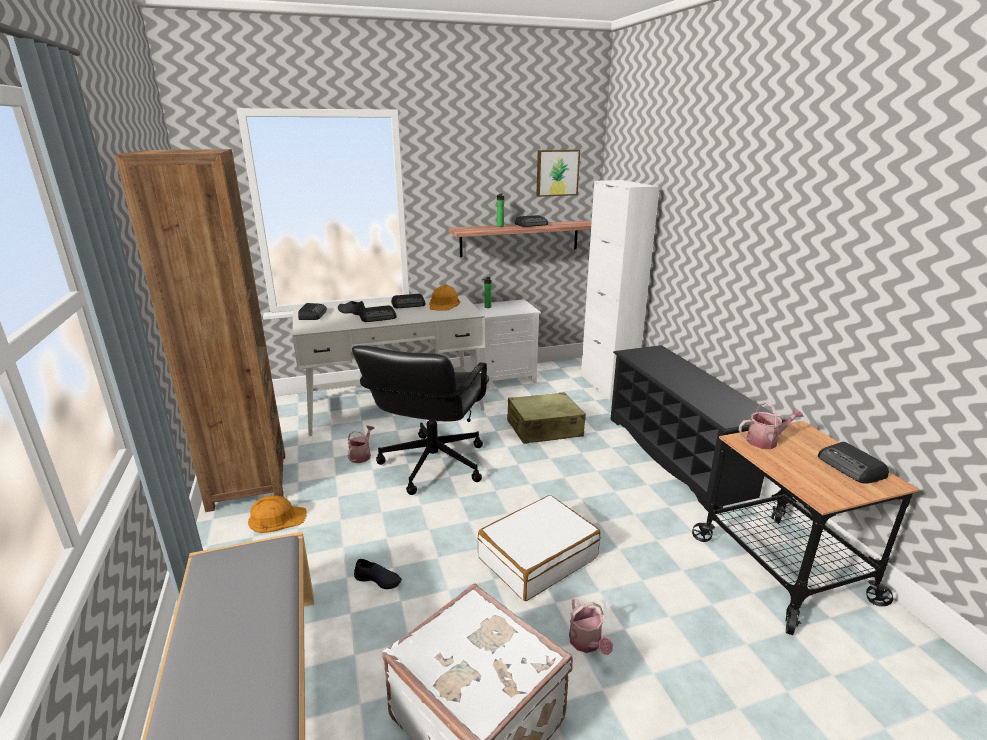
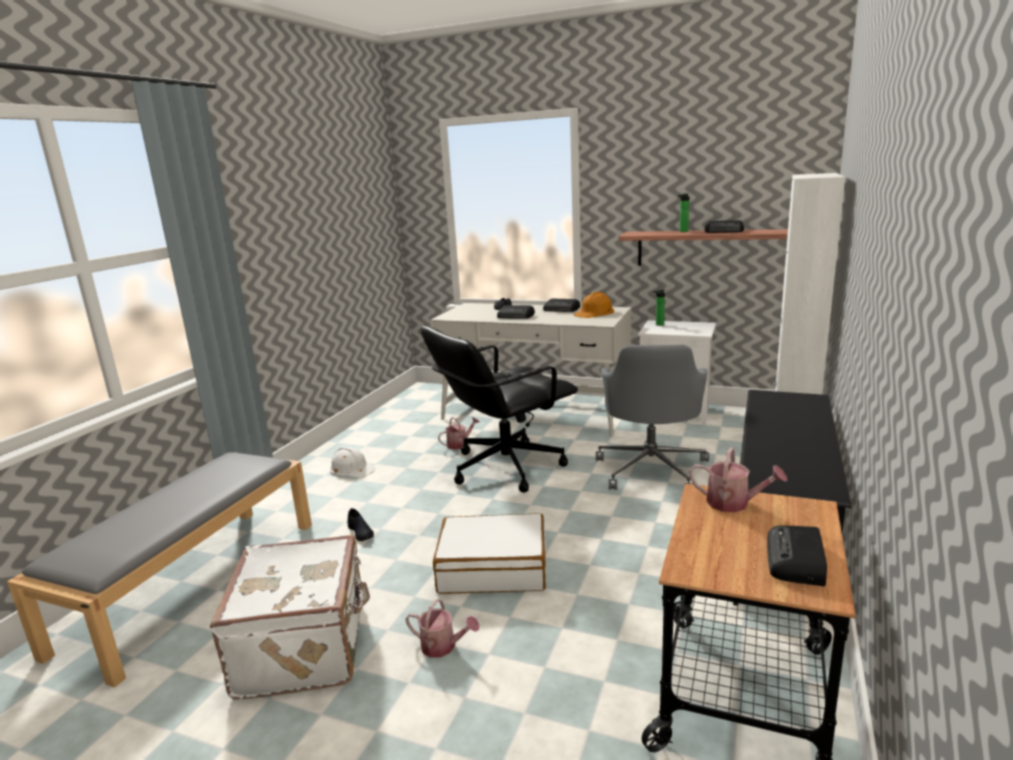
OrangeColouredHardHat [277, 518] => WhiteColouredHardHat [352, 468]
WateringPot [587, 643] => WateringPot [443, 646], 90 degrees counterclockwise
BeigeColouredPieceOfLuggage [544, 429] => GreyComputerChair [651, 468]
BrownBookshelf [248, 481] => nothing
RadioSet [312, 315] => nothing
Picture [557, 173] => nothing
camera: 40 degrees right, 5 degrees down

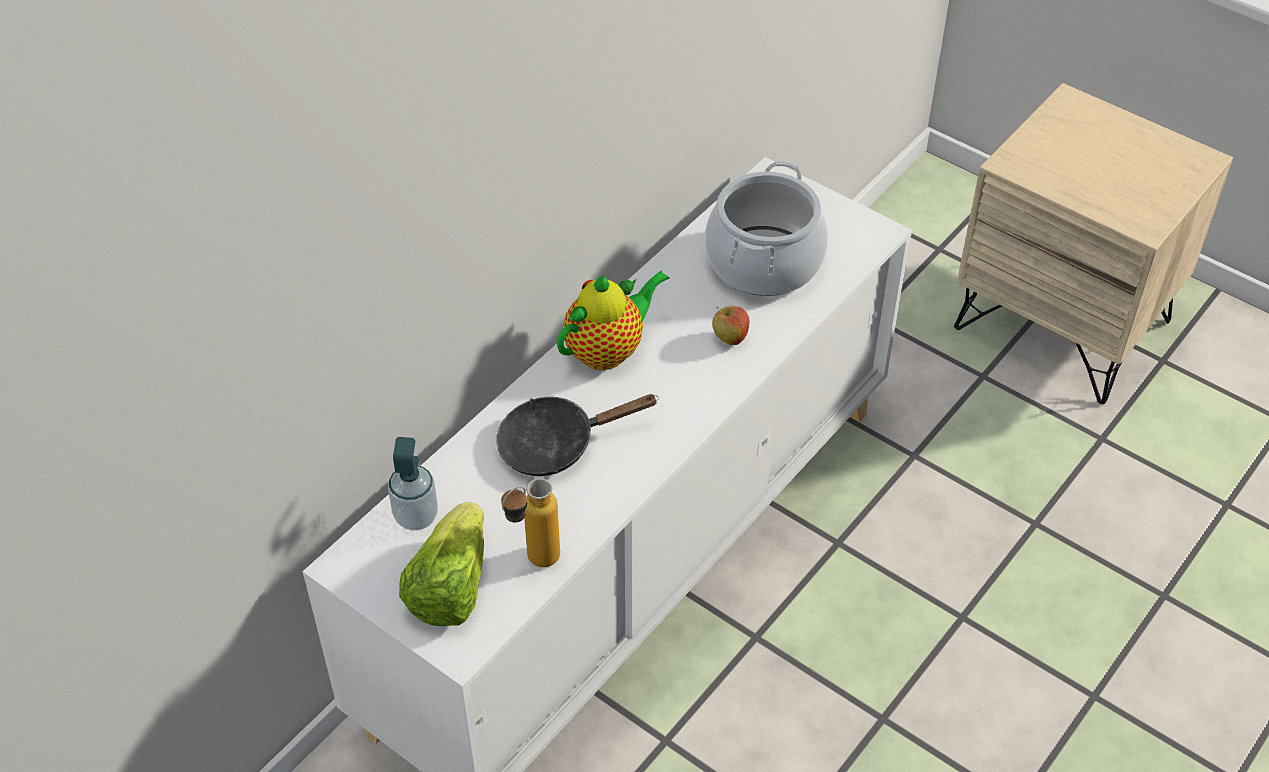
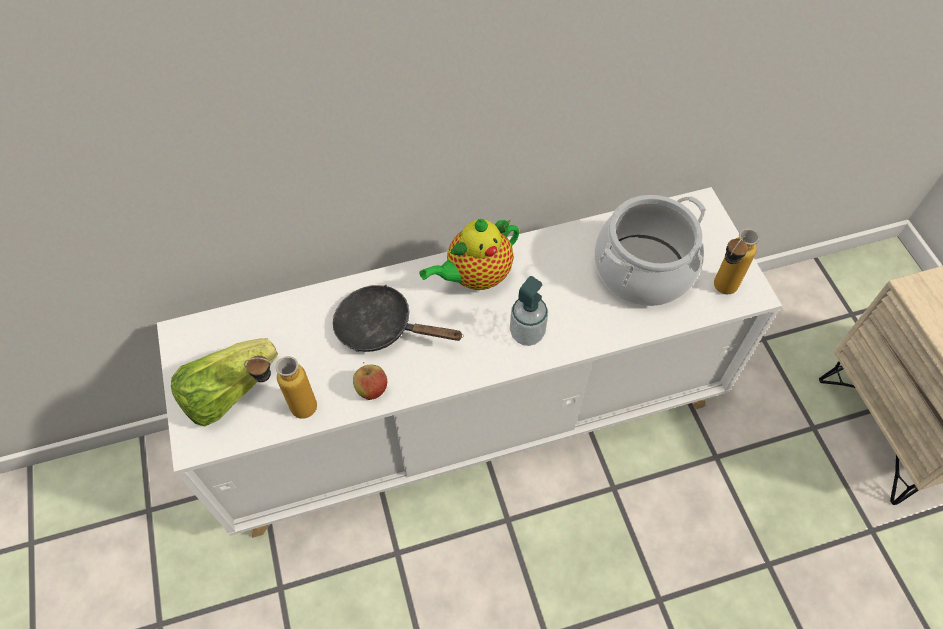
WholeApple [730, 338] => WholeApple [372, 389], relocated
PotForTea [608, 350] => PotForTea [475, 277], 150 degrees clockwise
SoapDispenser [416, 516] => SoapDispenser [527, 333], relocated
nothing => BeverageBottle [719, 291]
camera: 35 degrees right, 10 degrees up

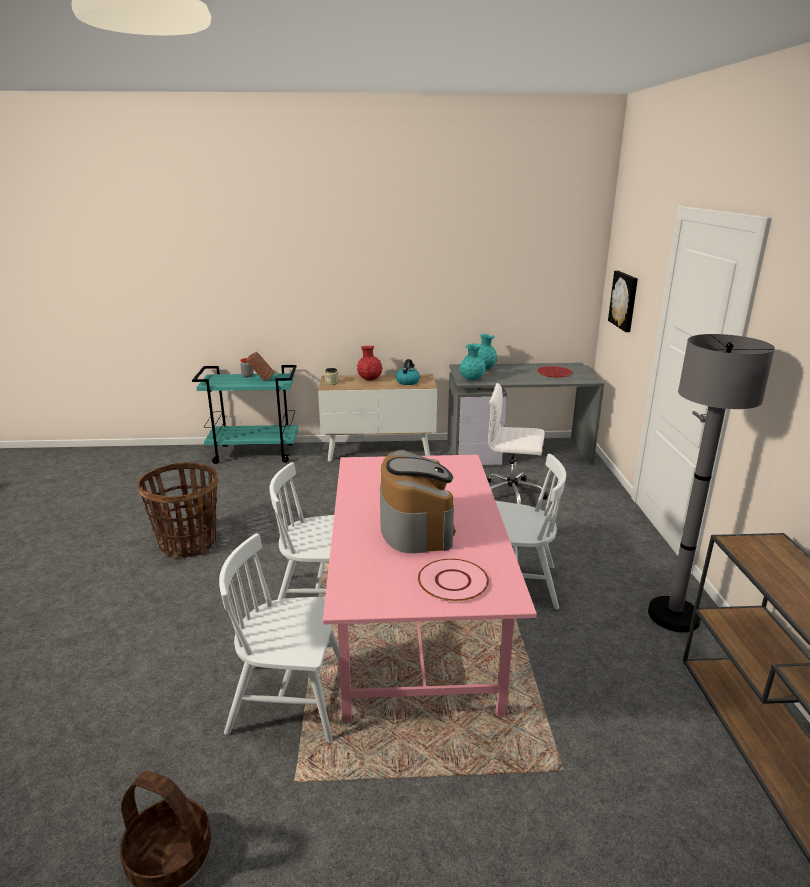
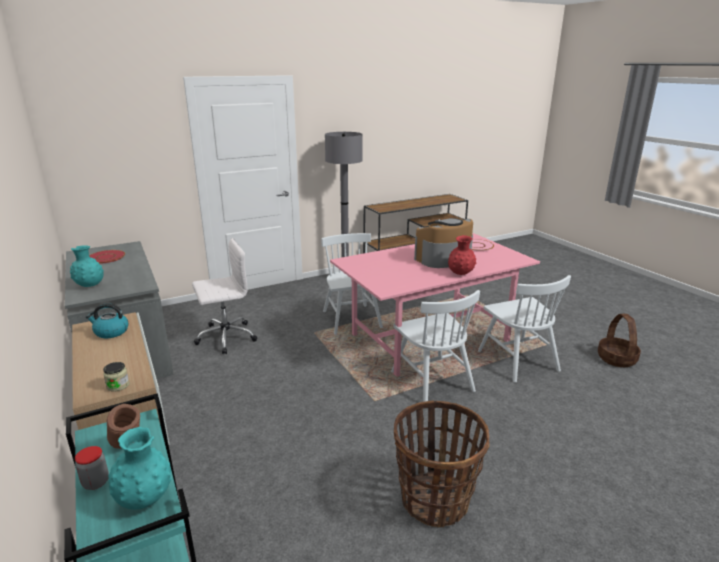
TurquoiseColouredDecorativeVase [472, 380] => TurquoiseColouredDecorativeVase [145, 499], relocated
WhiteColouredComputerChair [512, 495] => WhiteColouredComputerChair [225, 337], 105 degrees counterclockwise
RedDecorativeVase [369, 380] => RedDecorativeVase [460, 273], relocated
Picture [624, 300] => nothing
camera: 115 degrees left, 0 degrees up

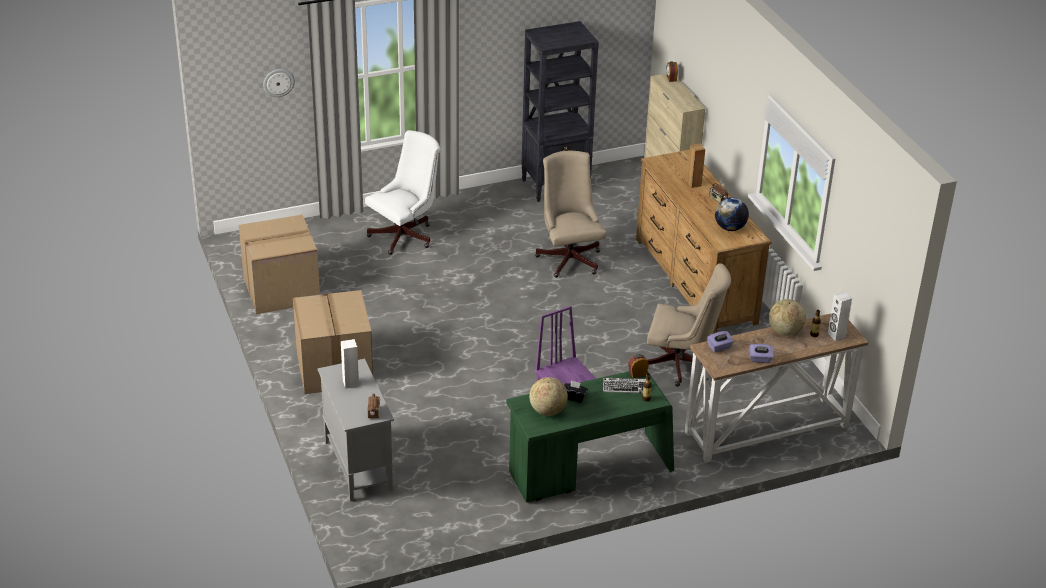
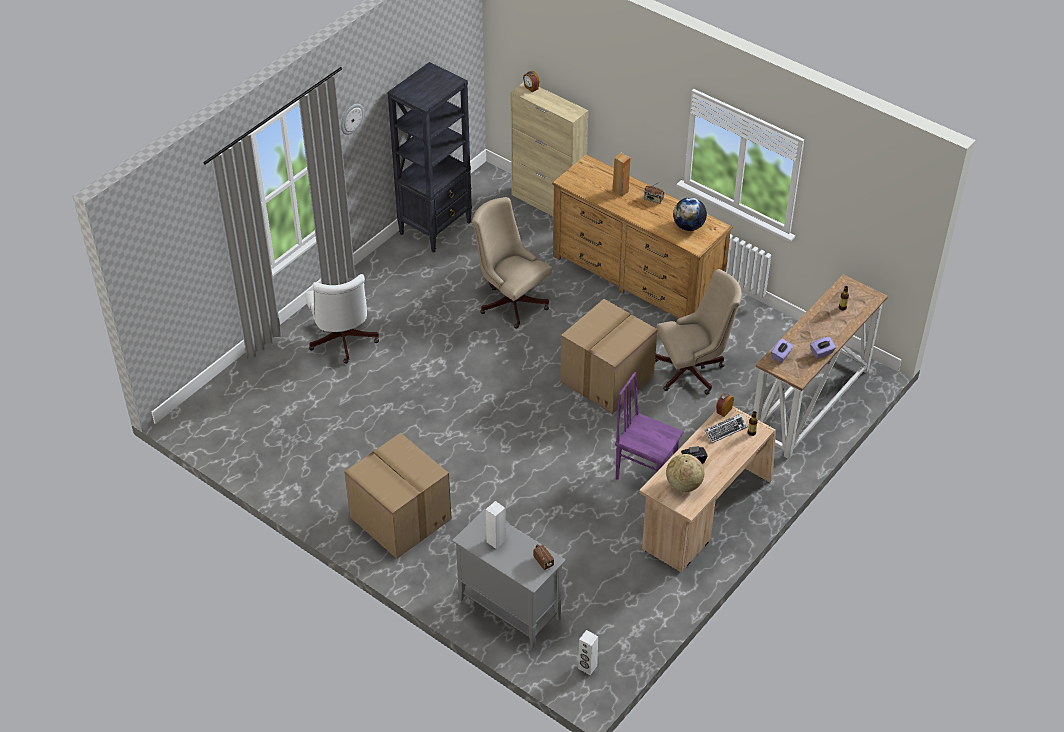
WhiteColouredComputerChair [405, 235] => WhiteColouredComputerChair [343, 342], 150 degrees clockwise
WallClock [278, 82] => WallClock [351, 118], relocated
PackingBox [280, 290] => PackingBox [607, 380], relocated
WhiteColouredLoudspeaker [836, 335] => WhiteColouredLoudspeaker [587, 667], relocated
GreenColouredDesk [589, 470] => BeigeColouredDesk [704, 514]
DeskGlobe [785, 331] => nothing
camera: 30 degrees left, 10 degrees up

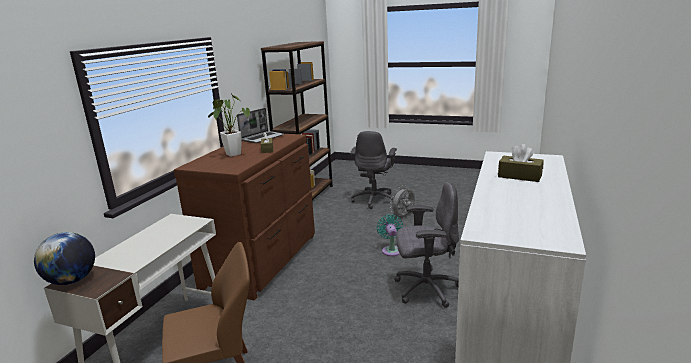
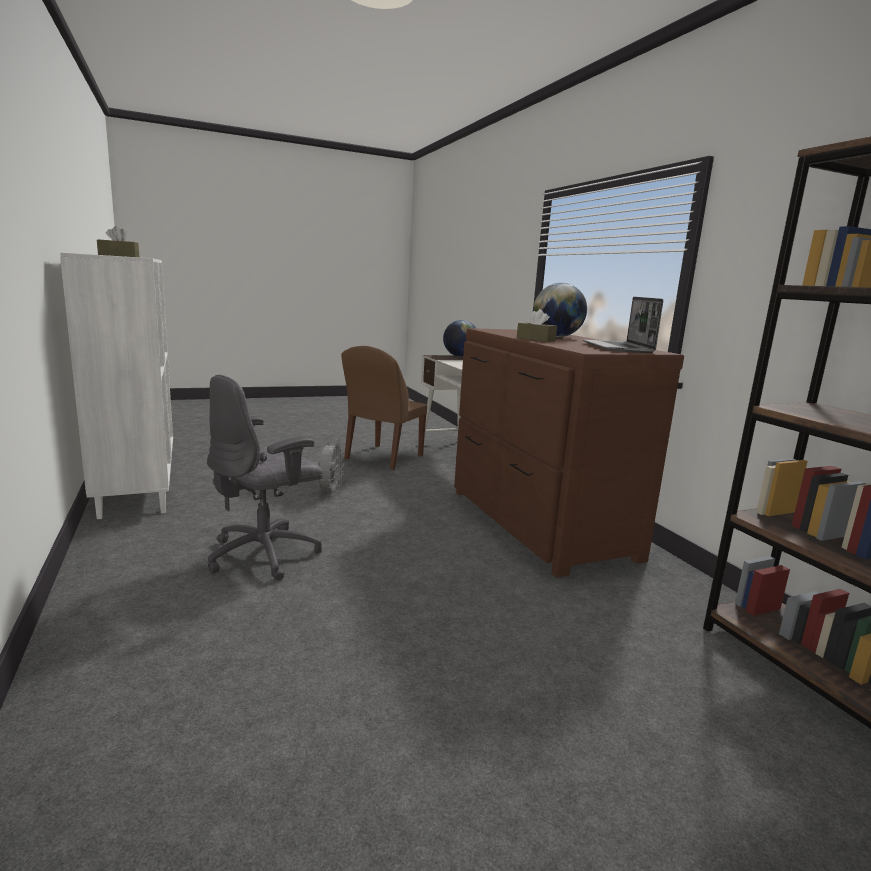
GreyCoolingFan [403, 216] => GreyCoolingFan [329, 492], relocated
PlantInAPot [232, 153] => DeskGlobe [556, 336]
GreyComputerChair [374, 200] => nothing
TurquoiseColouredCoolingFan [391, 250] => nothing
camera: 135 degrees right, 5 degrees down

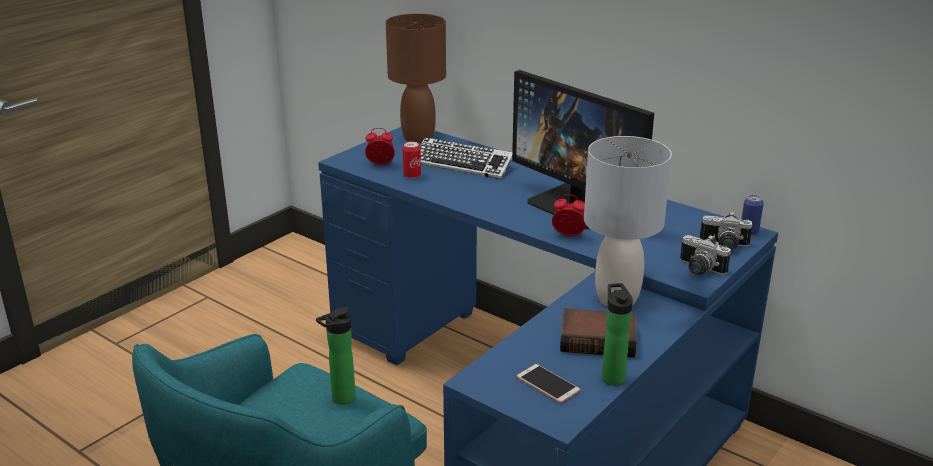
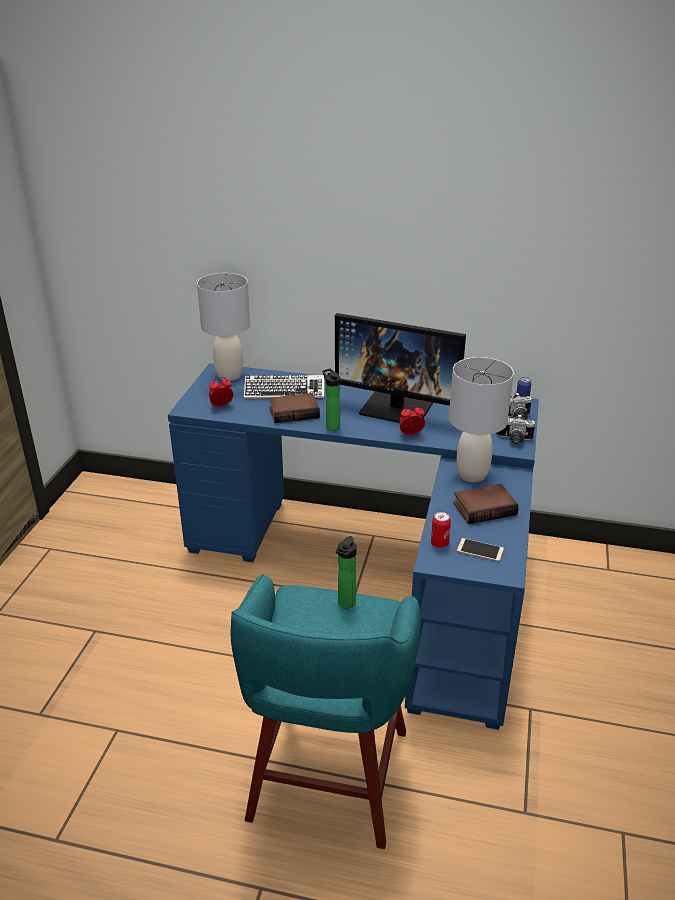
BrownLampForATable [419, 138] => GreyLampForATable [229, 375]
nothing => Book [294, 412]
BeverageBottle [612, 376] => BeverageBottle [331, 426], relocated
SealedCan [412, 176] => SealedCan [439, 544], relocated
camera: 25 degrees left, 5 degrees up

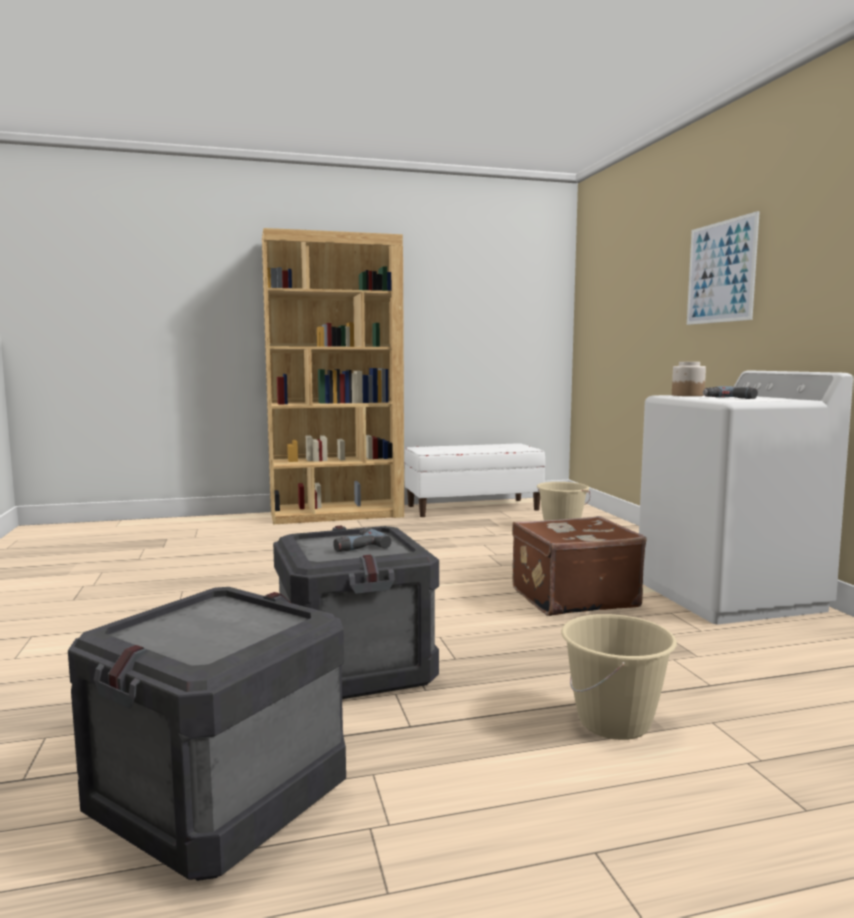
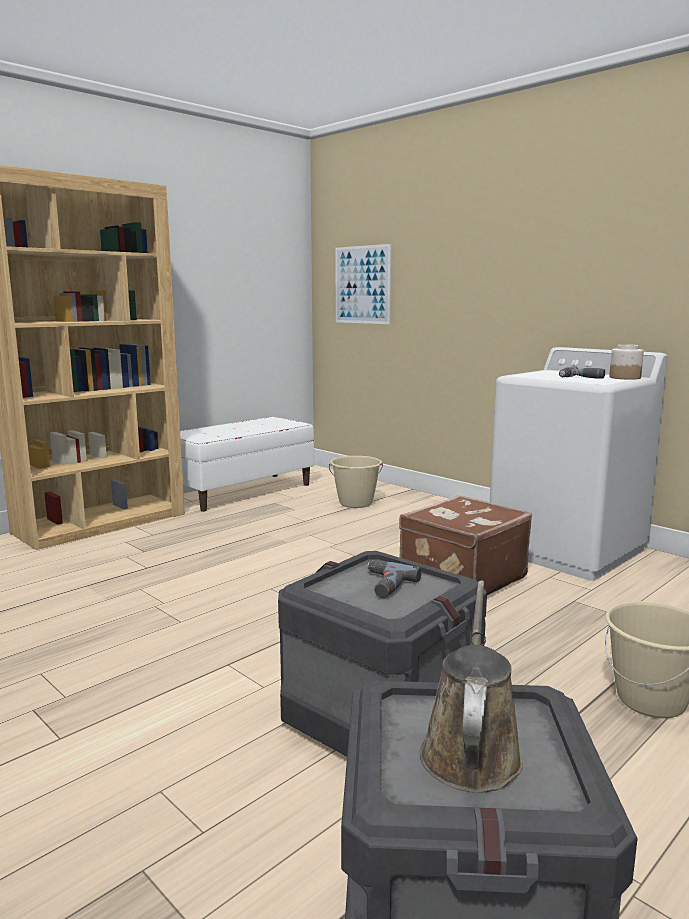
Picture [721, 272] => Picture [362, 285], relocated
nothing => BrownWateringPot [470, 750]
Jar [687, 395] => Jar [624, 377], relocated
camera: 30 degrees left, 5 degrees up

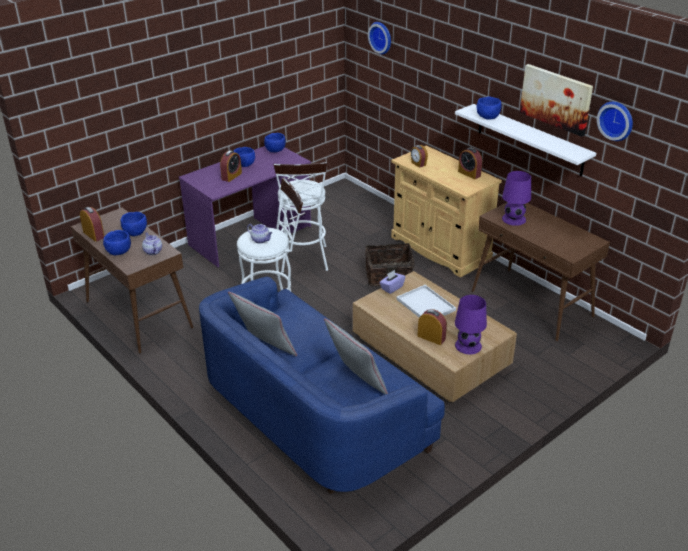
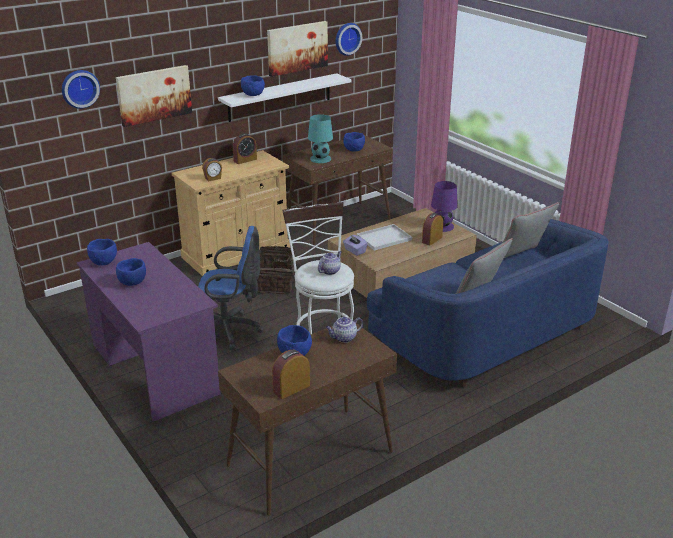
nothing => Picture [154, 95]
WhiteColouredStool [304, 261] => BluishComputerChair [230, 331]
PurpleColouredLampForATable [513, 219] => TurquoiseColouredLampForATable [320, 159]
BluishDeepDish [119, 252] => BluishDeepDish [353, 149], relocated
TableClock [231, 176] => nothing
camera: 85 degrees left, 5 degrees down

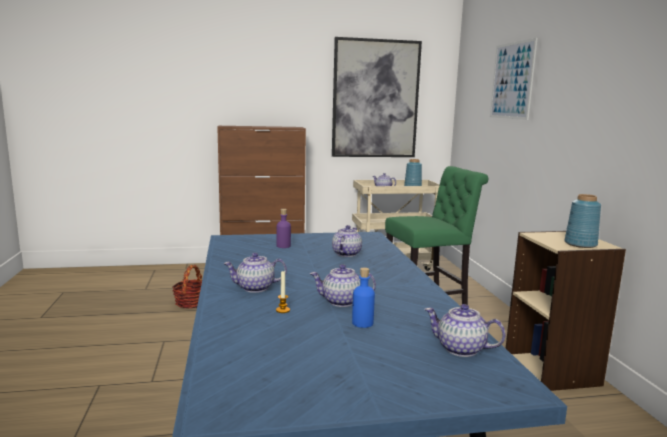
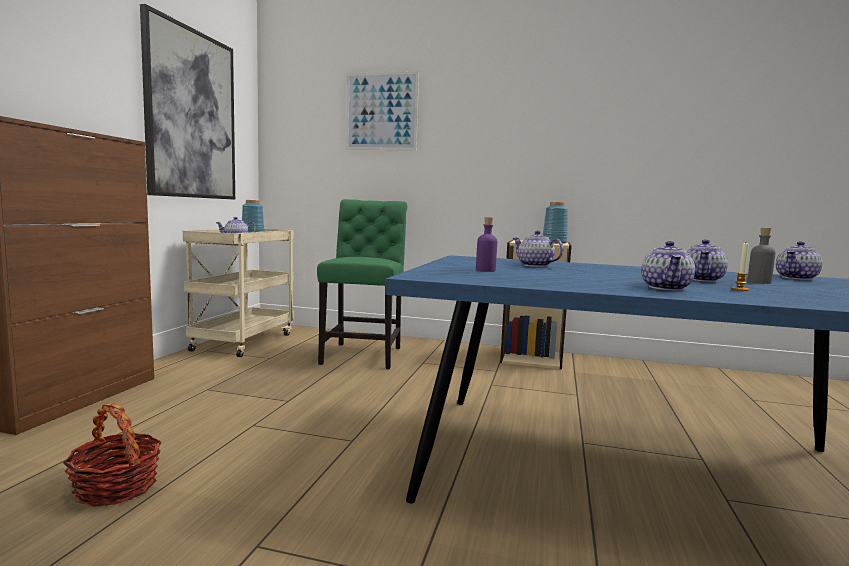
BluishBeverageBottle [362, 323] => GreyBeverageBottle [759, 282]
camera: 65 degrees left, 5 degrees down

